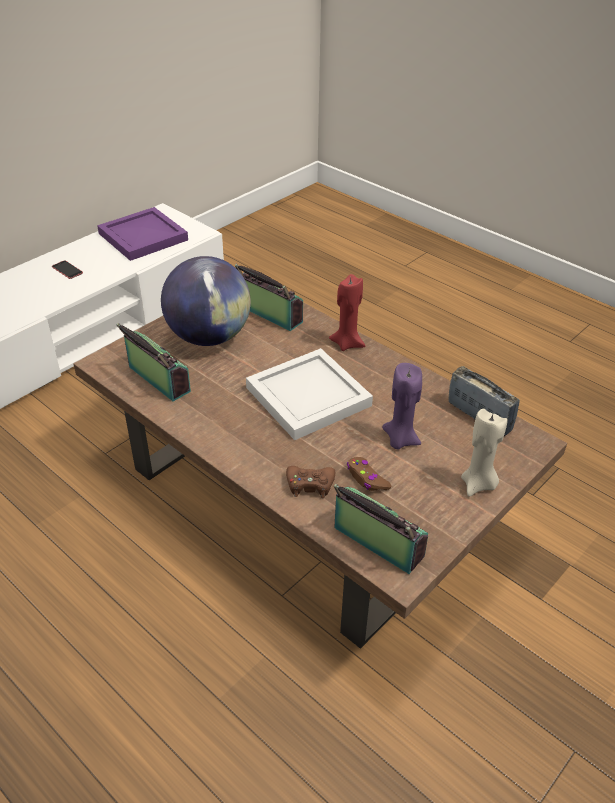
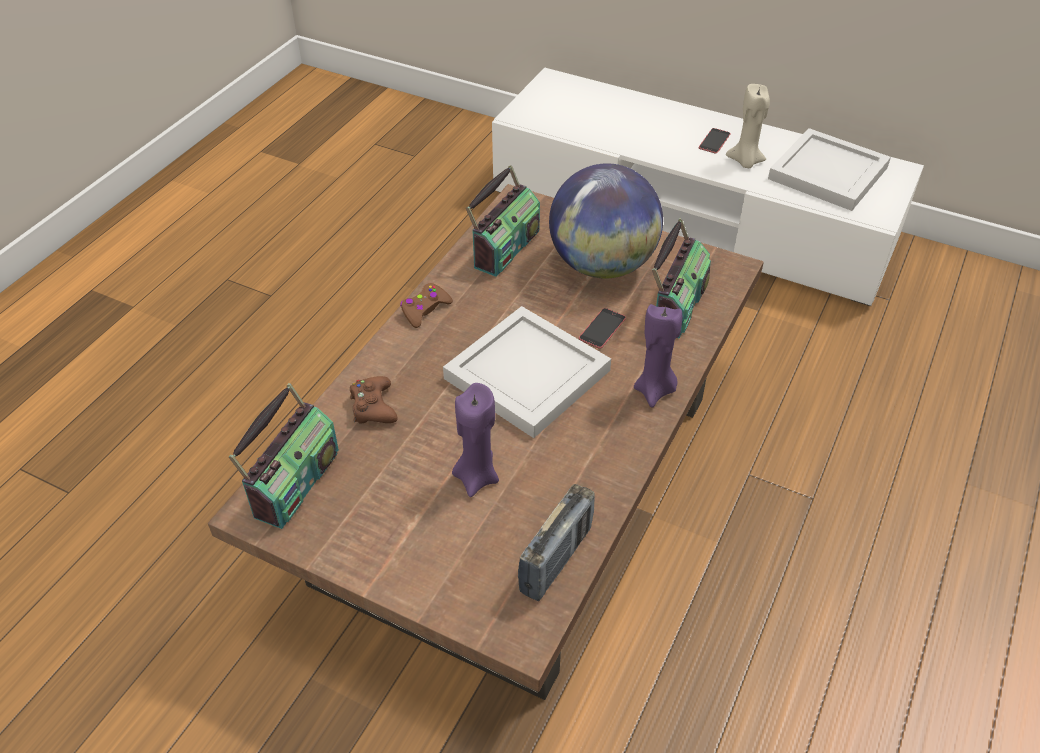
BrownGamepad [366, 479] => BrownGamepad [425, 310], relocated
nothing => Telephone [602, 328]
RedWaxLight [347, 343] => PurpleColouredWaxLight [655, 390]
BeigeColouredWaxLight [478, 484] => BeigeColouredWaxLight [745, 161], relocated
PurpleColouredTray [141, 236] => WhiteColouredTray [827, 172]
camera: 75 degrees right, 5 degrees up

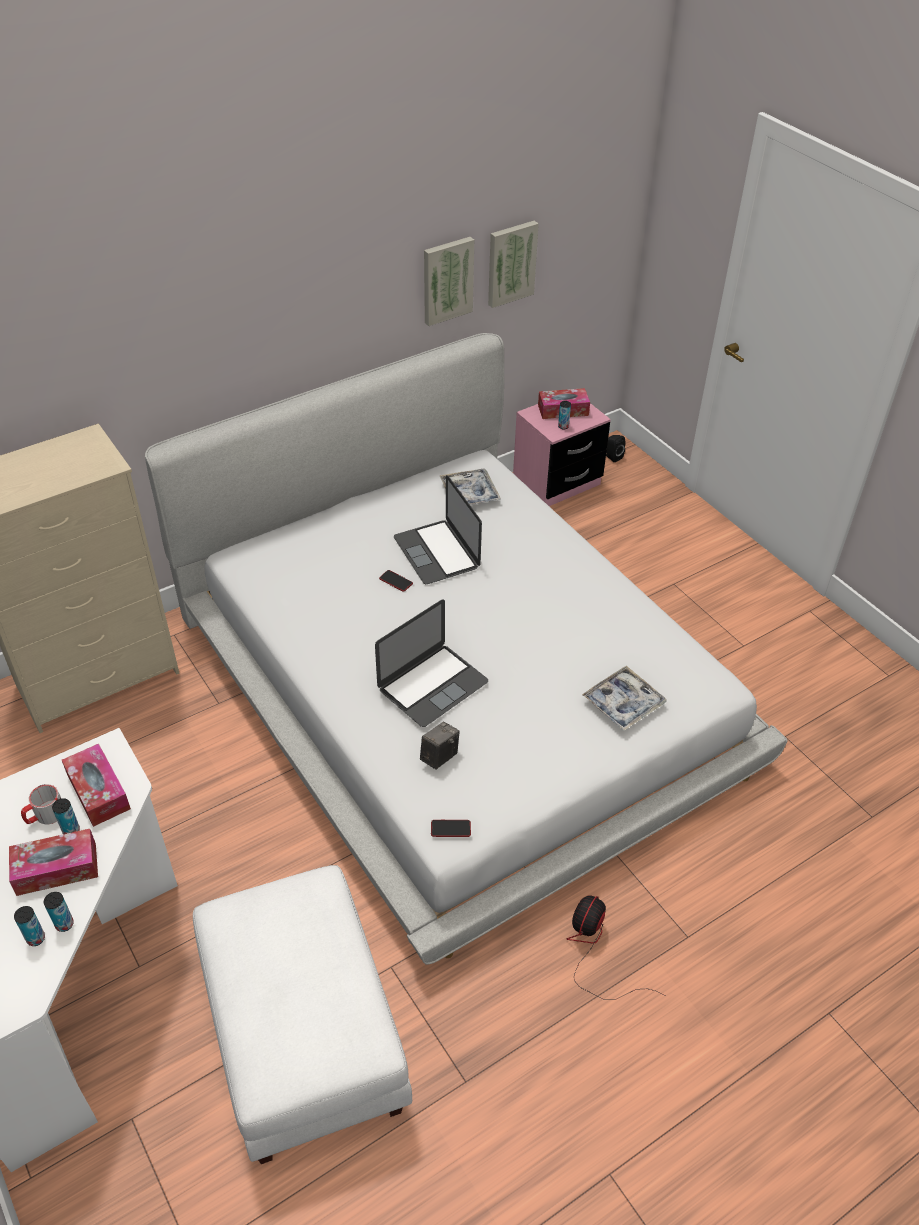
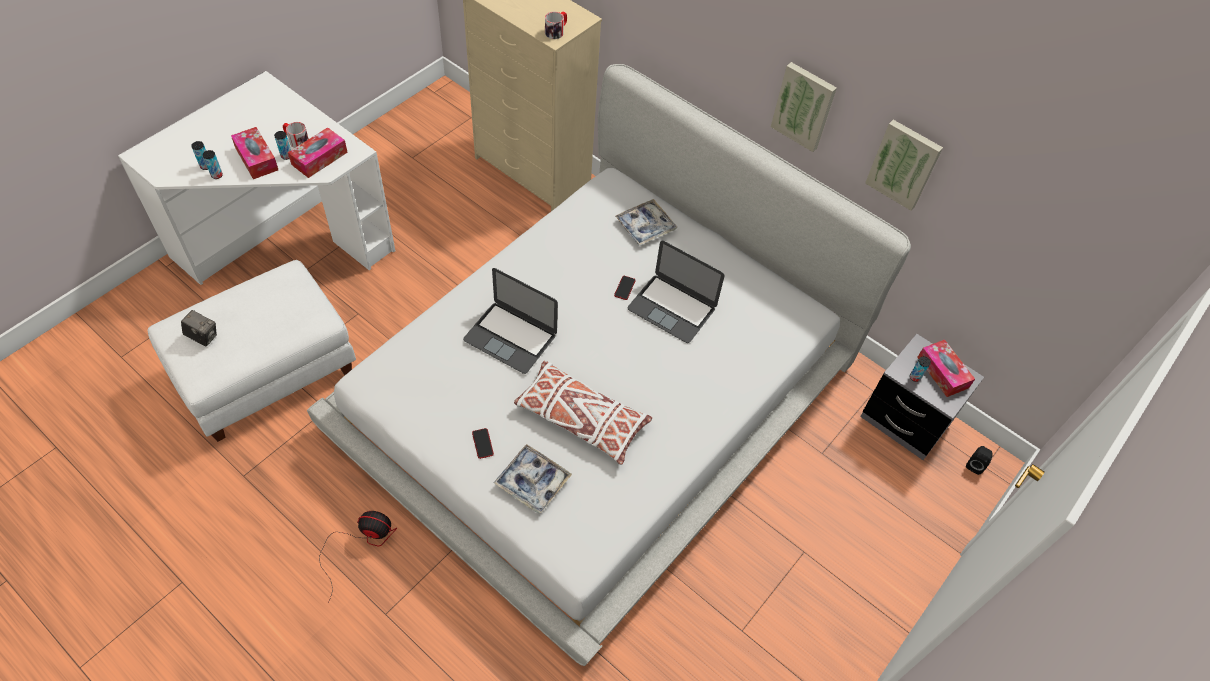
PhotoCamera [439, 756] => PhotoCamera [203, 336], relocated
Telephone [450, 829] => Telephone [482, 443], relocated
nothing => WhiteColouredPillow [581, 418]
nothing => Mug [556, 31]
Tray [469, 493] => Tray [645, 226], relocated
Laptop [437, 552] => Laptop [672, 308], 105 degrees counterclockwise
Picture [510, 263] => Picture [804, 106], relocated
PinkNightTable [556, 482] => GreyNightTable [905, 420]
camera: 70 degrees right, 10 degrees up

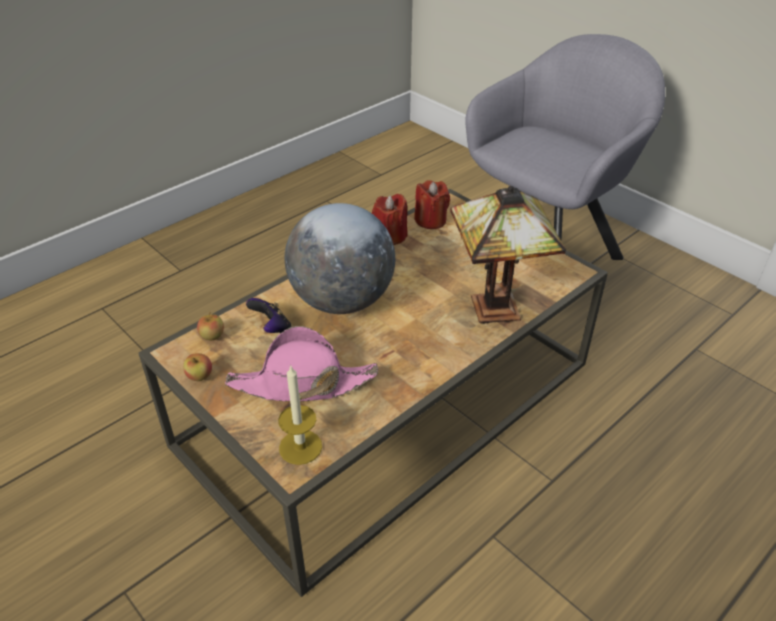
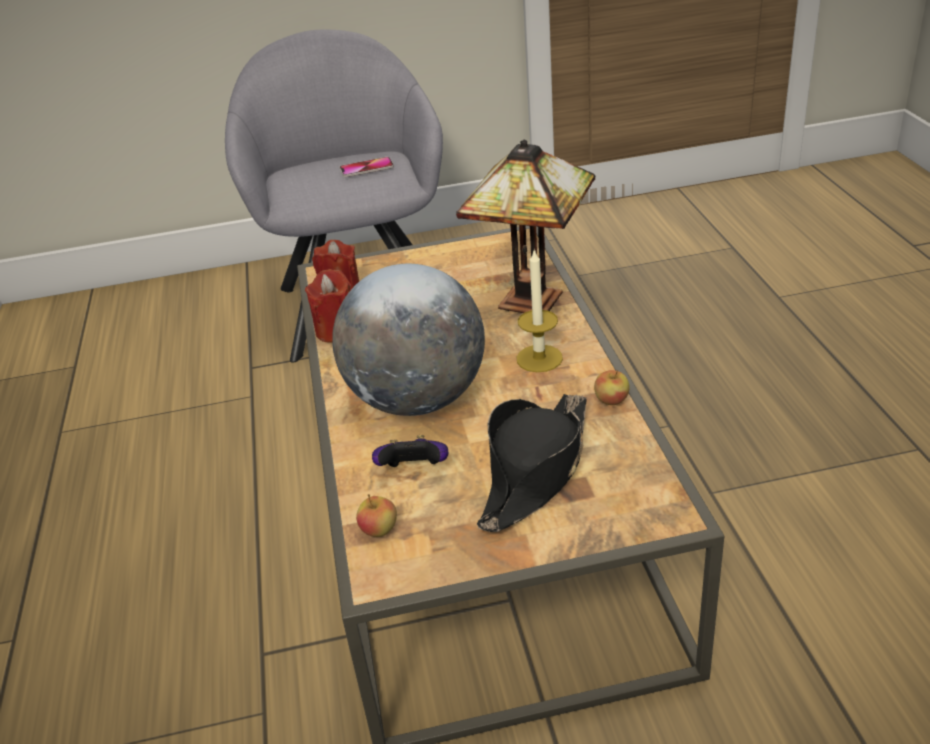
nothing => Telephone [366, 168]
PinkHat [302, 383] => BlackishHat [535, 471]
WaxLight [300, 447] => WaxLight [539, 358], relocated
WholeApple [200, 376] => WholeApple [611, 400], relocated
camera: 55 degrees left, 5 degrees down

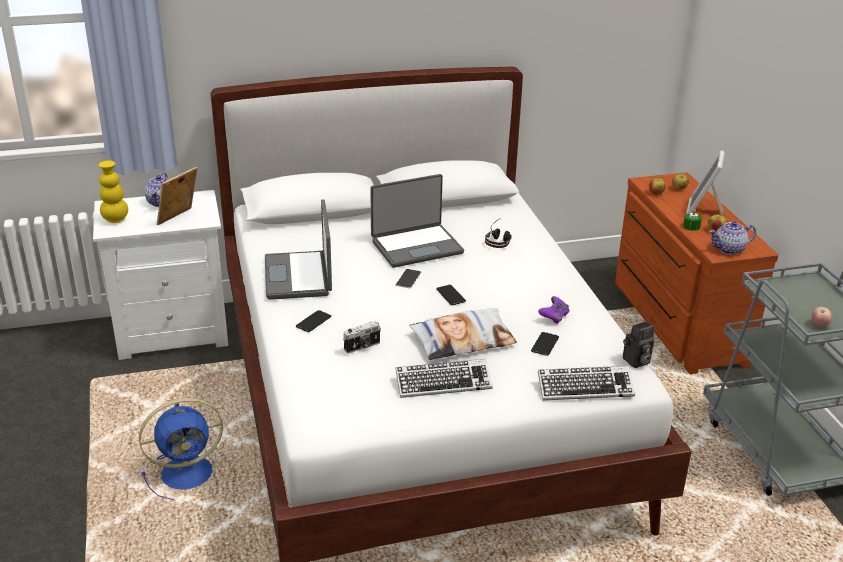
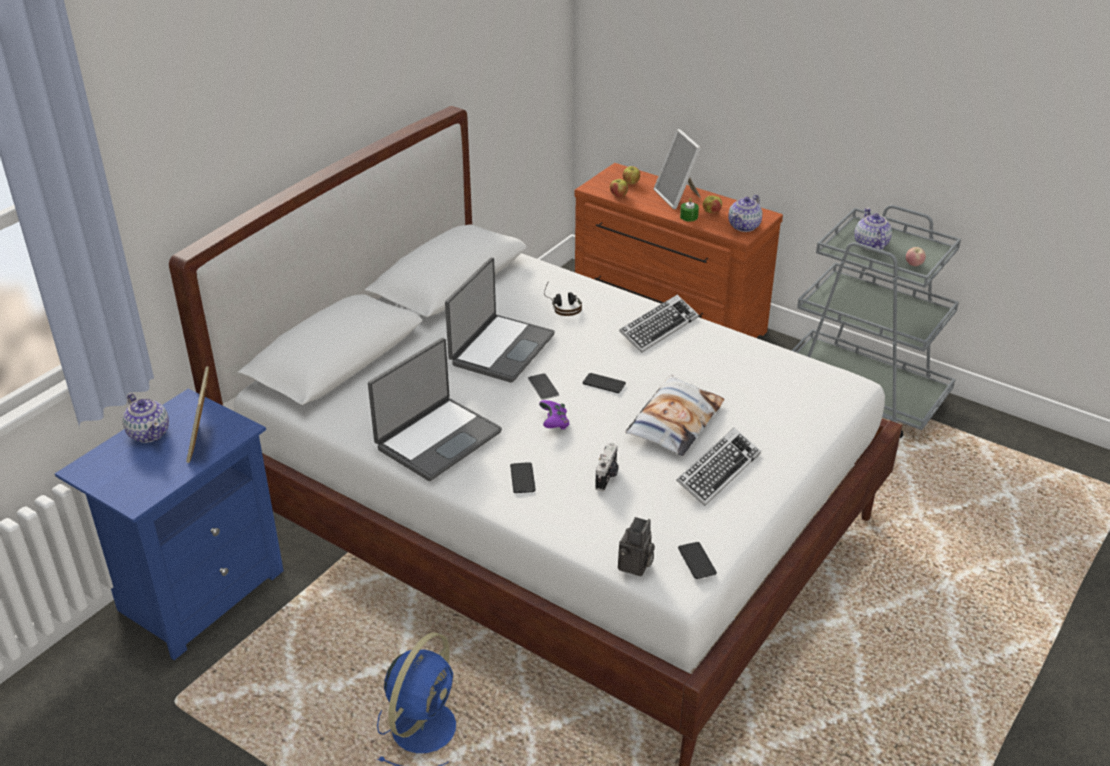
WhiteColouredNightTable [173, 332] => BluishNightTable [197, 592]
Laptop [299, 276] => Laptop [437, 439], 90 degrees counterclockwise
PurpleColouredGamepad [554, 317] => PurpleColouredGamepad [554, 423], relocated
PhotoCamera [636, 362] => PhotoCamera [635, 566], relocated
ComputerKeyboard [585, 388] => ComputerKeyboard [658, 328], relocated
Telephone [545, 344] => Telephone [697, 561], relocated
nothing => PotForTea [870, 245]
YellowColouredDecorativeVase [115, 220] => nothing
camera: 40 degrees left, 5 degrees up

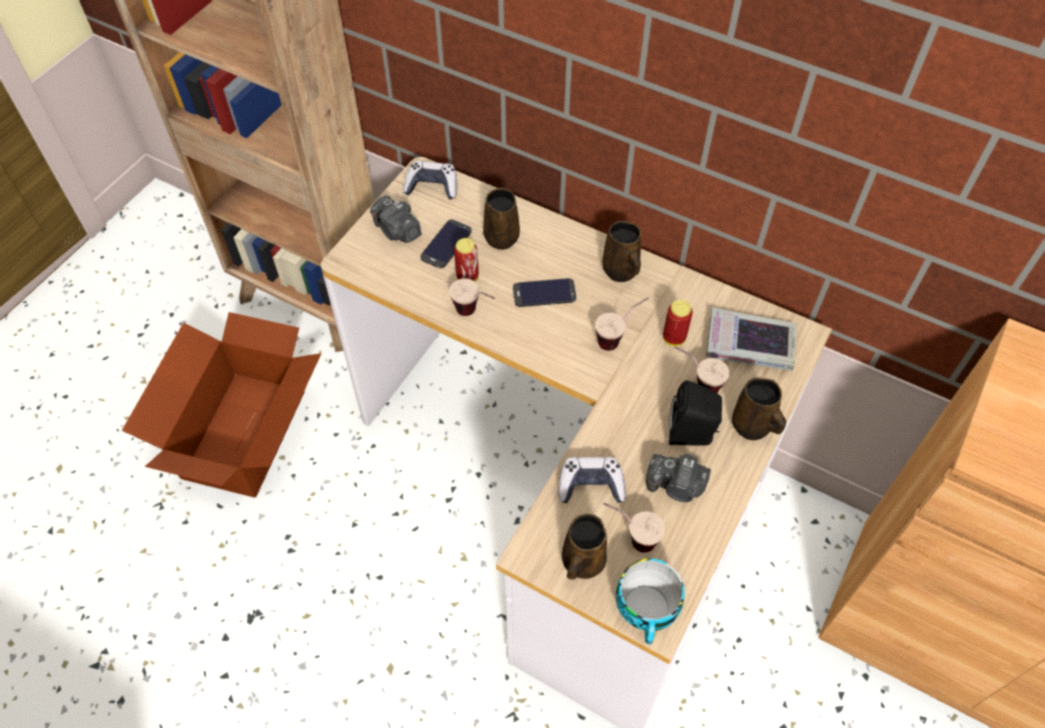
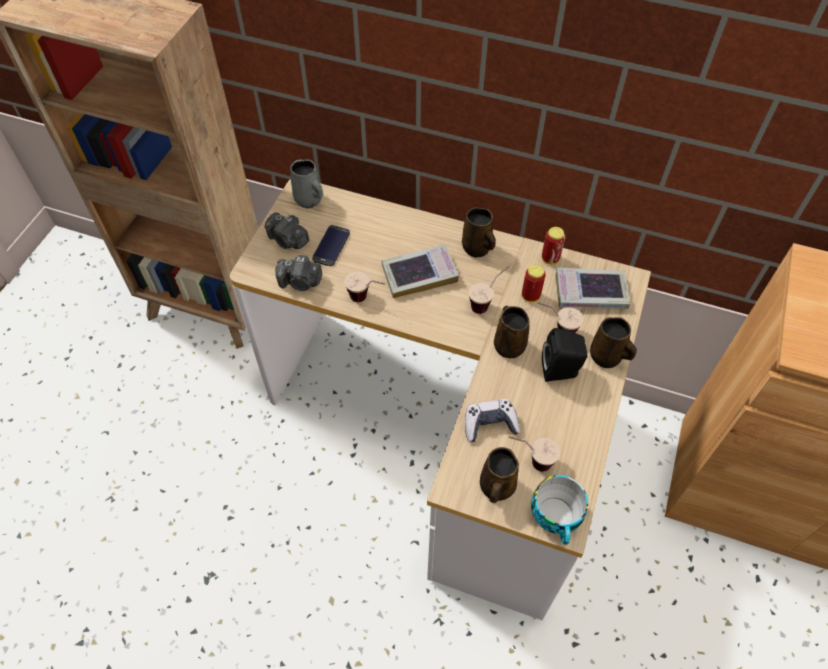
PhotoCamera [676, 486] => PhotoCamera [300, 282], relocated
Gamepad [432, 187] => GreyMug [309, 200]
Telephone [544, 293] => Book [419, 274]
BrownMug [501, 236] => BrownMug [509, 344], relocated
SealedCan [467, 277] => SealedCan [550, 259], relocated
PackingBox [242, 434] => nothing
camera: 10 degrees left, 0 degrees up

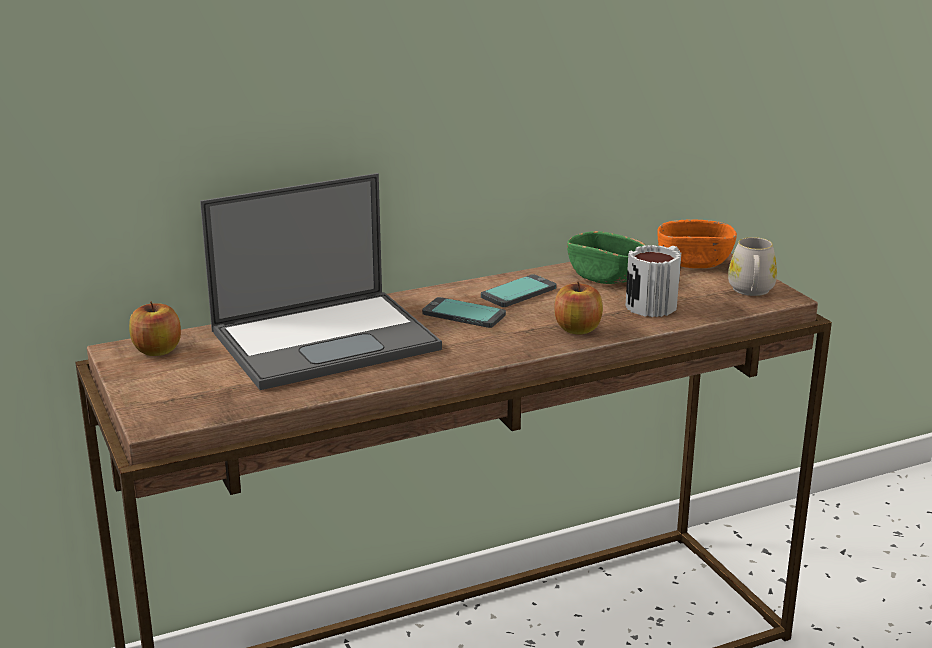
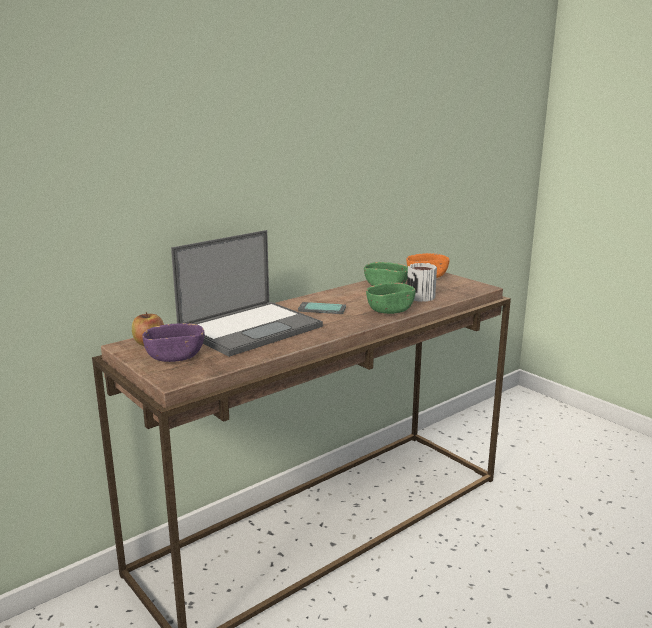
nothing => PurpleColouredDeepDish [175, 357]
WholeApple [577, 329] => GreenColouredDeepDish [390, 310]
Telephone [518, 292] => nothing
WhiteColouredMug [751, 291] => nothing
camera: 15 degrees left, 5 degrees down

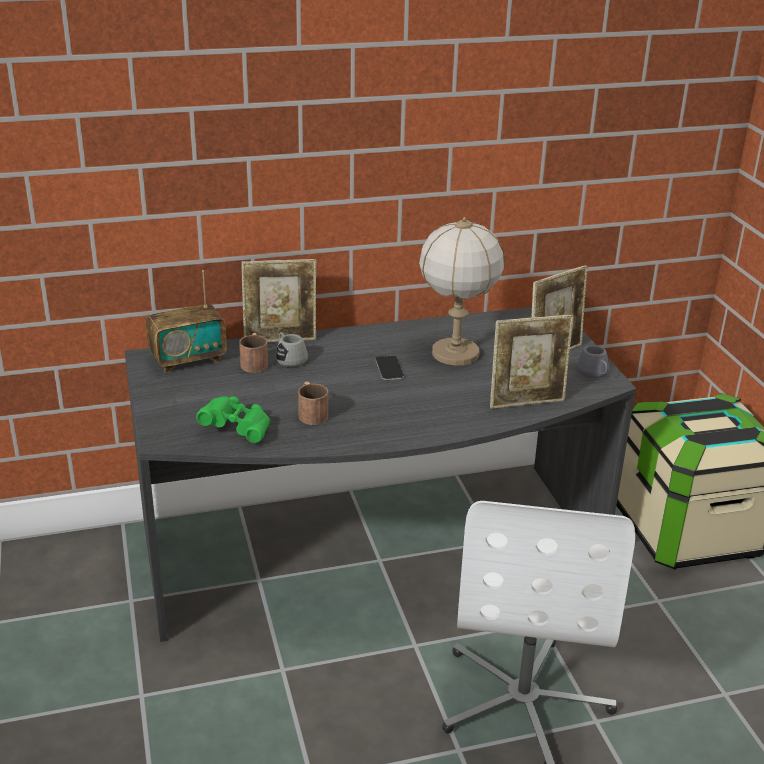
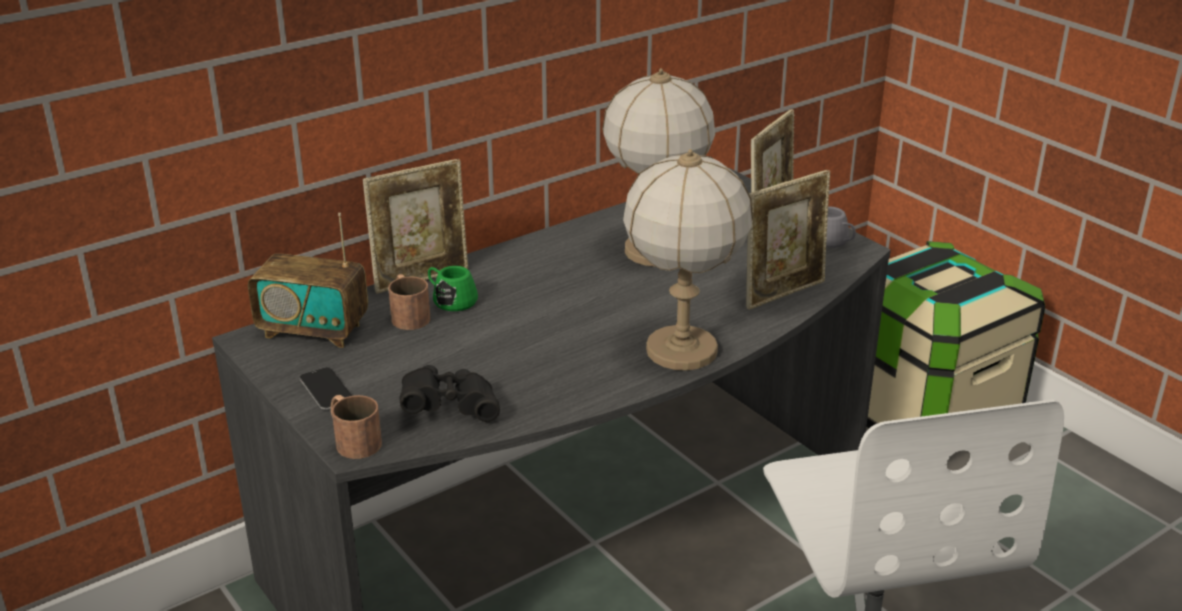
RadioSet [188, 359] => RadioSet [313, 330], 60 degrees clockwise
Telephone [389, 369] => Telephone [326, 390], relocated
BrownMug [311, 412] => BrownMug [352, 439], relocated
GreenColouredFieldGlasses [237, 429] => BlackishFieldGlasses [450, 408]
GreyMug [289, 358] => GreenColouredMug [450, 300]
nothing => LampForATable [682, 351]
camera: 20 degrees left, 0 degrees up

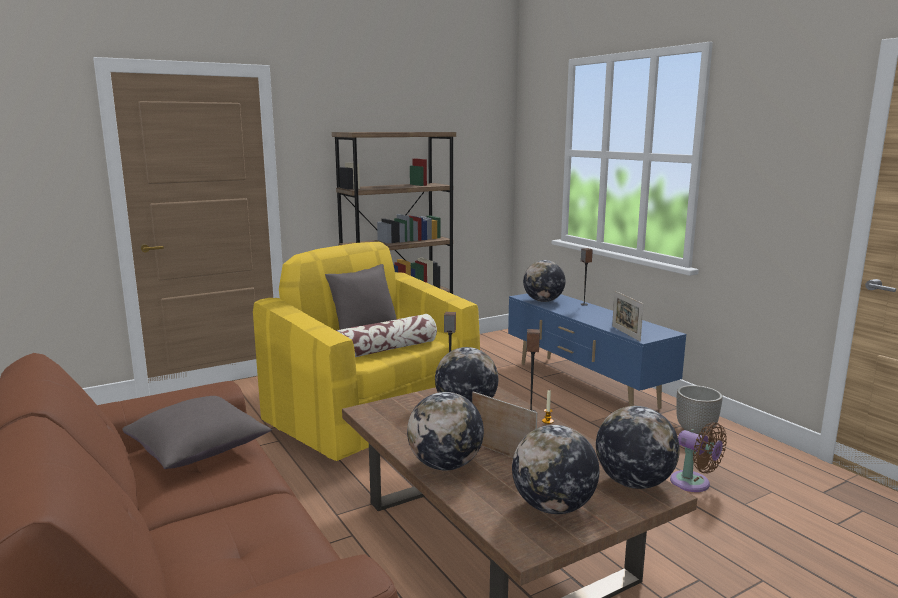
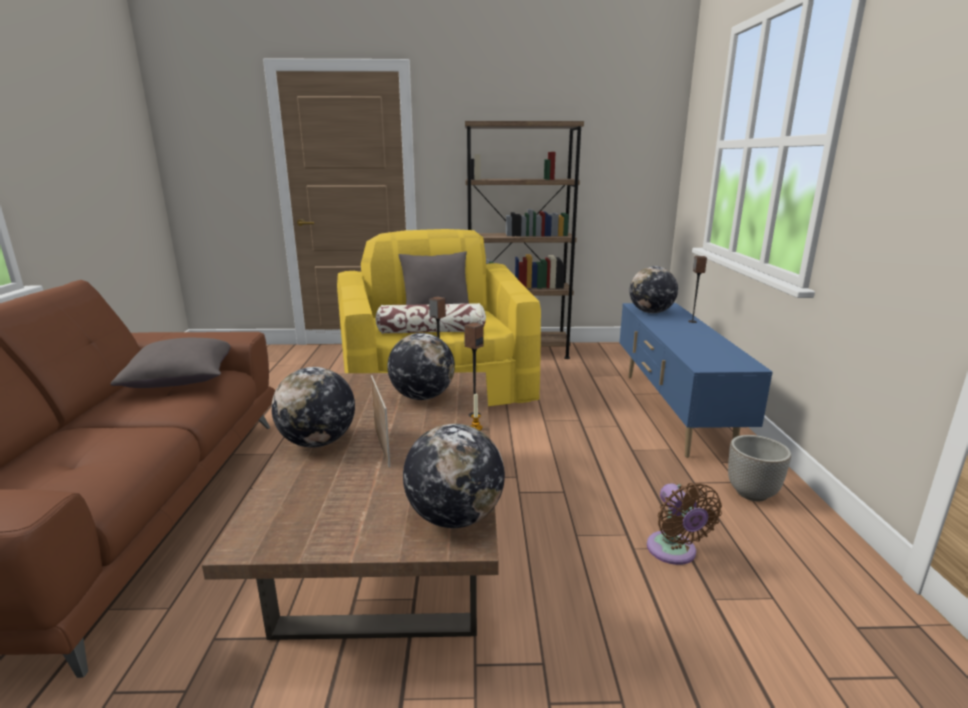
DeskGlobe [553, 507] => nothing
PhotoFrame [625, 333] => nothing
camera: 30 degrees right, 5 degrees up

